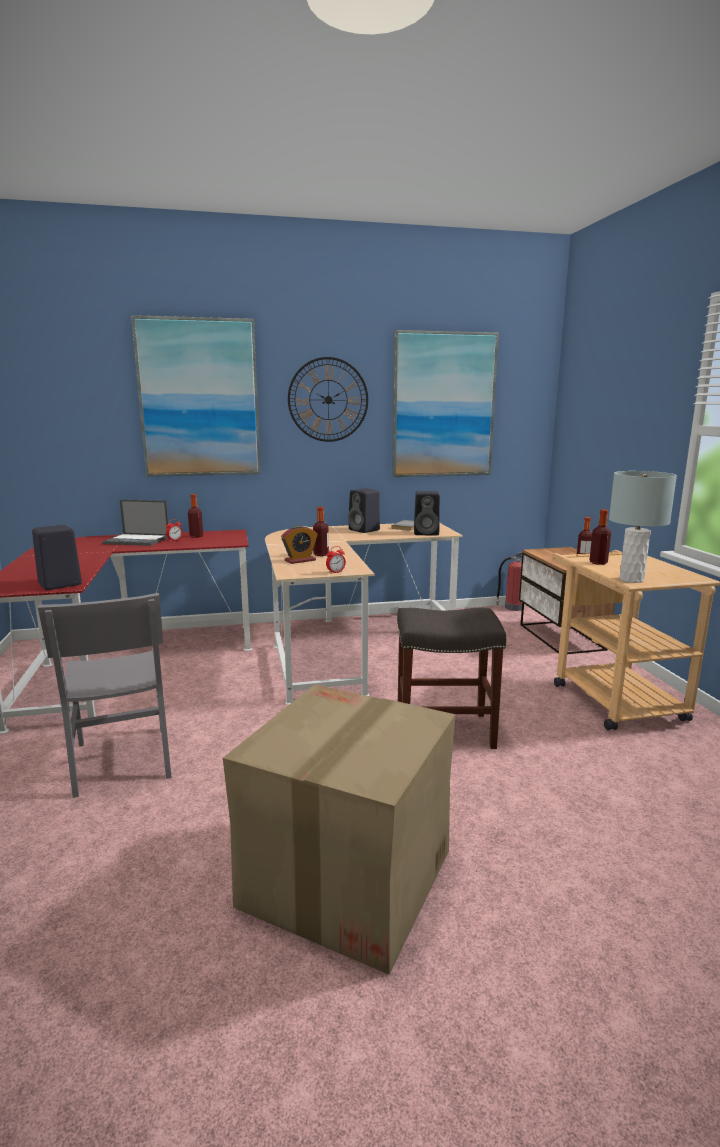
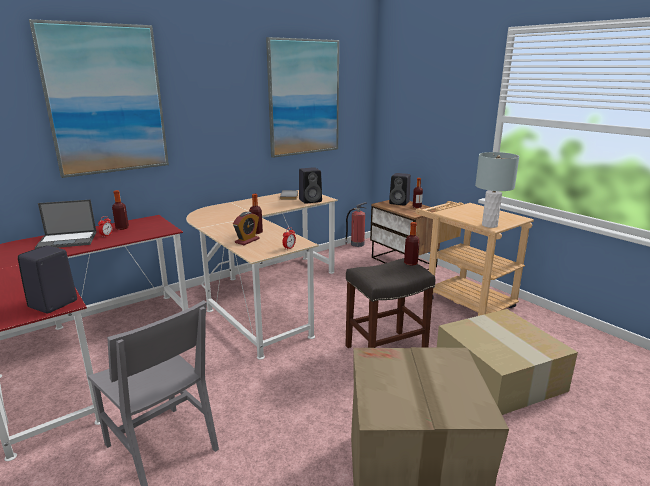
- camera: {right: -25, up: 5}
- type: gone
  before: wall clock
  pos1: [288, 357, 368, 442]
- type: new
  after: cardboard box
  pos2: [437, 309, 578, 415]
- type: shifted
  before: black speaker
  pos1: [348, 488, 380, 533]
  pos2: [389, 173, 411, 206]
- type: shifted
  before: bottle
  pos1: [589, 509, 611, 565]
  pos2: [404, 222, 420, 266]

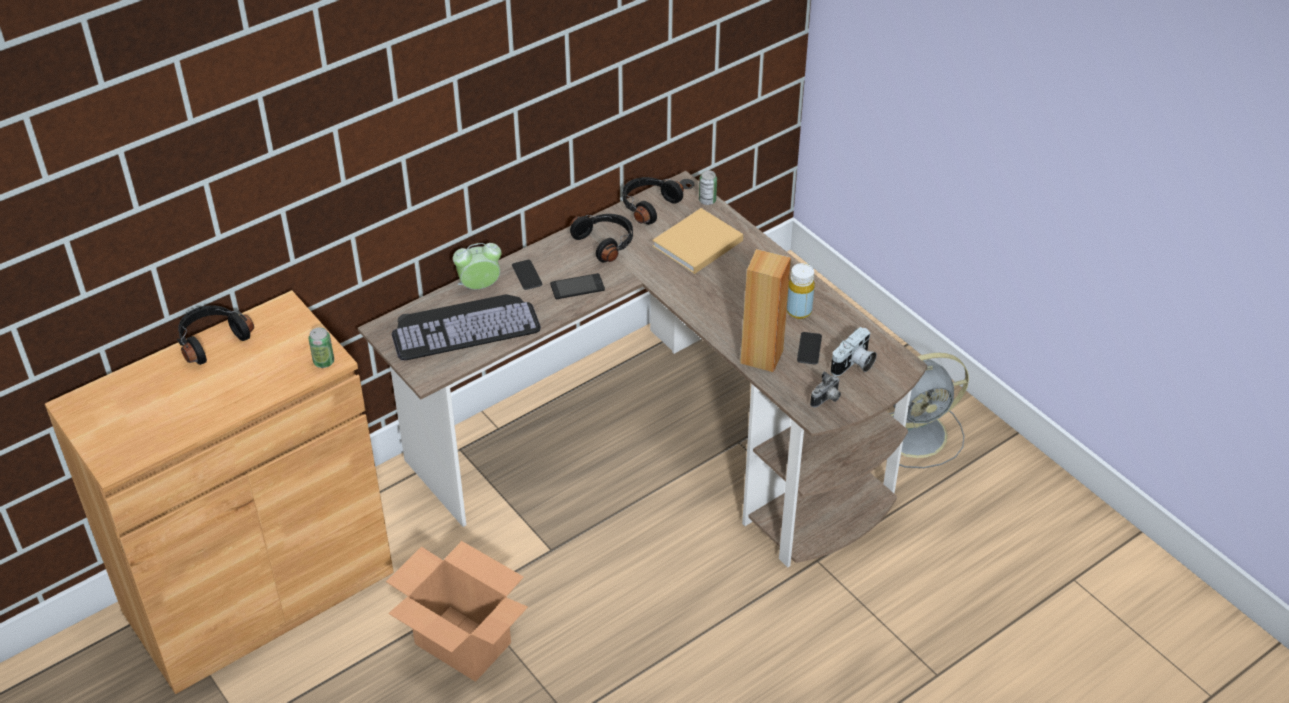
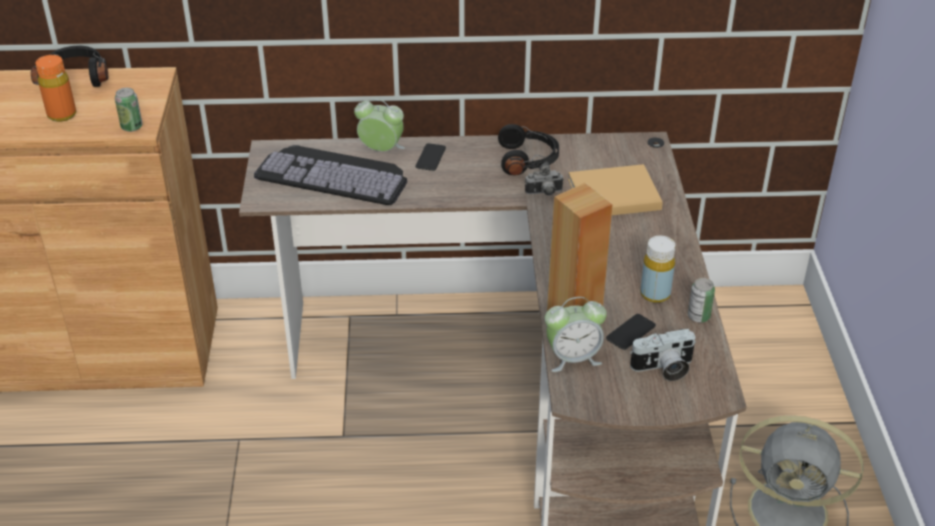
- camera: {right: 35, up: -5}
- type: gone
  before: cardboard box
  pos1: [386, 541, 528, 682]
- type: gone
  before: phone
  pos1: [550, 273, 605, 299]
- type: gone
  before: black headphones
  pos1: [622, 177, 684, 225]
- type: new
  after: orange bottle
  pos2: [36, 55, 76, 122]
- type: new
  after: alarm clock
  pos2: [545, 297, 607, 372]
- type: shifted
  before: can
  pos1: [699, 170, 717, 205]
  pos2: [688, 278, 715, 323]
- type: shifted
  before: photo camera
  pos1: [810, 371, 841, 407]
  pos2: [525, 161, 564, 196]

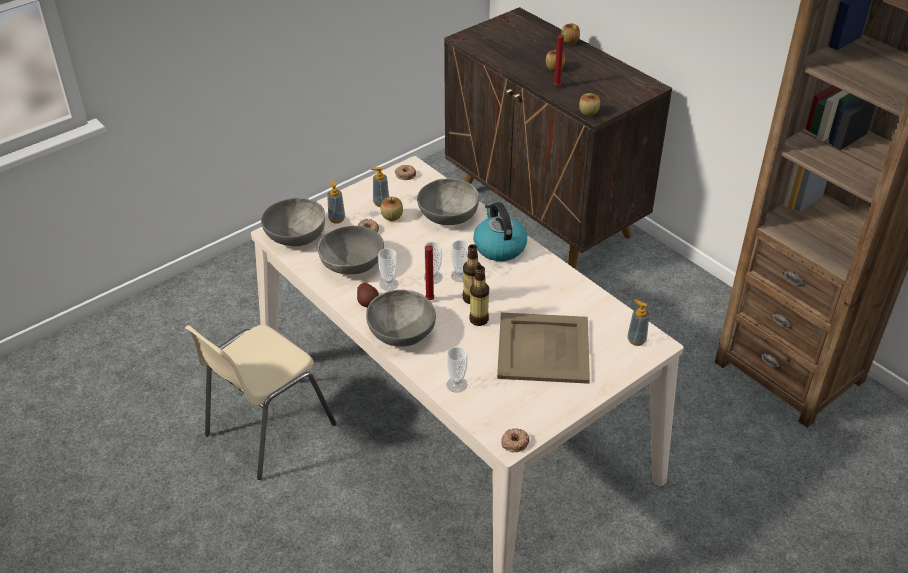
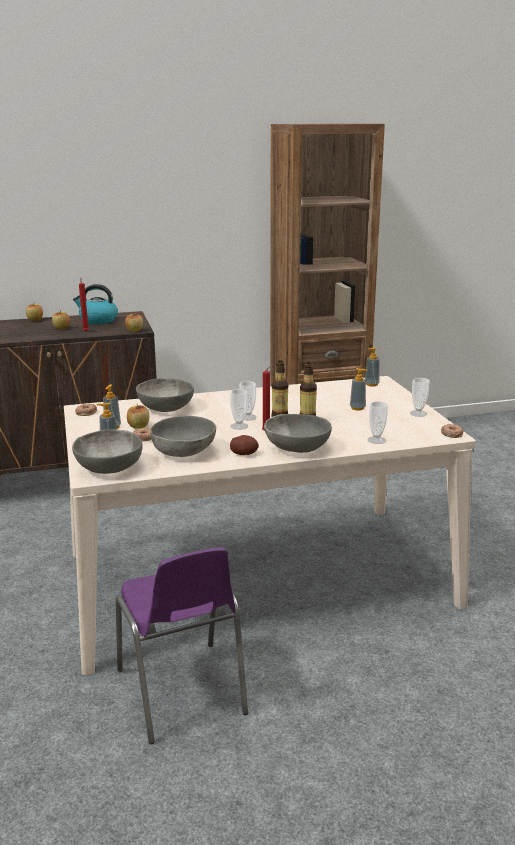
- camera: {right: -65, up: -20}
- type: shifted
  before: cup
  pos1: [378, 248, 398, 291]
  pos2: [410, 378, 429, 417]
- type: shifted
  before: kettle
  pos1: [473, 202, 527, 261]
  pos2: [73, 284, 118, 324]
- type: swapped
  before: beige tray
  after: soap dispenser
  pos1: [497, 312, 590, 384]
  pos2: [350, 368, 367, 411]
- type: repainted
  before: beige chair
  after: purple chair
  pos1: [185, 325, 336, 480]
  pos2: [116, 547, 248, 744]

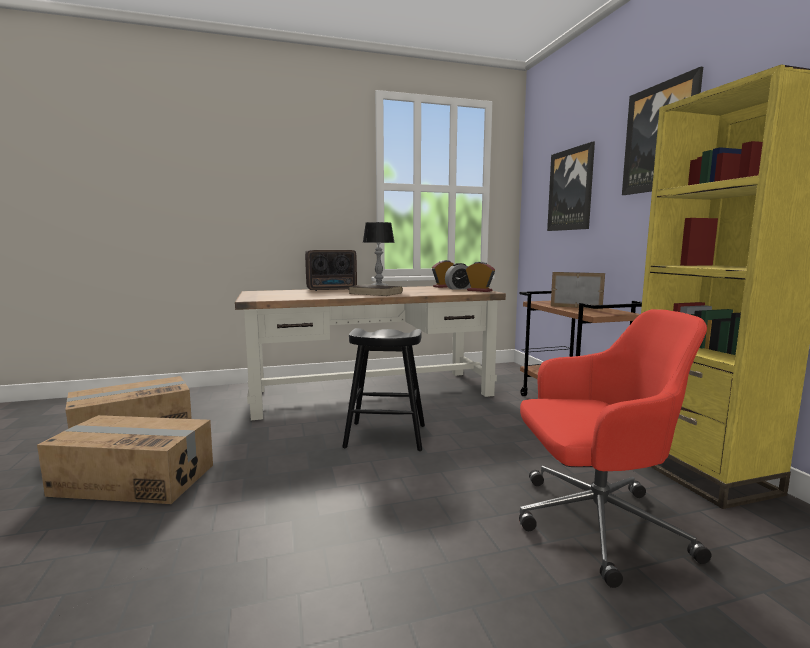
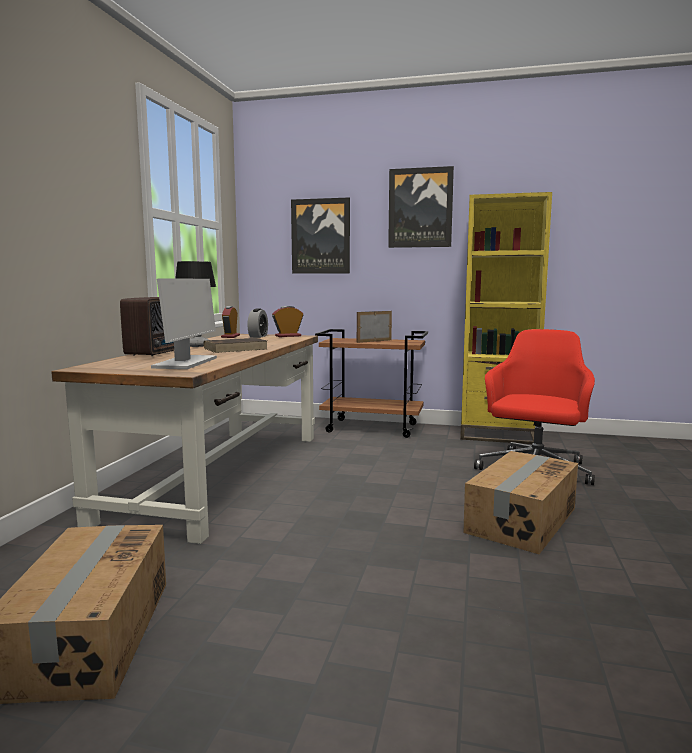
- camera: {right: -60, up: 0}
- type: gone
  before: black stool
  pos1: [342, 328, 425, 451]
- type: new
  after: monitor
  pos2: [151, 278, 217, 369]
- type: shifted
  before: cardboard box
  pos1: [37, 415, 213, 504]
  pos2: [464, 451, 578, 554]

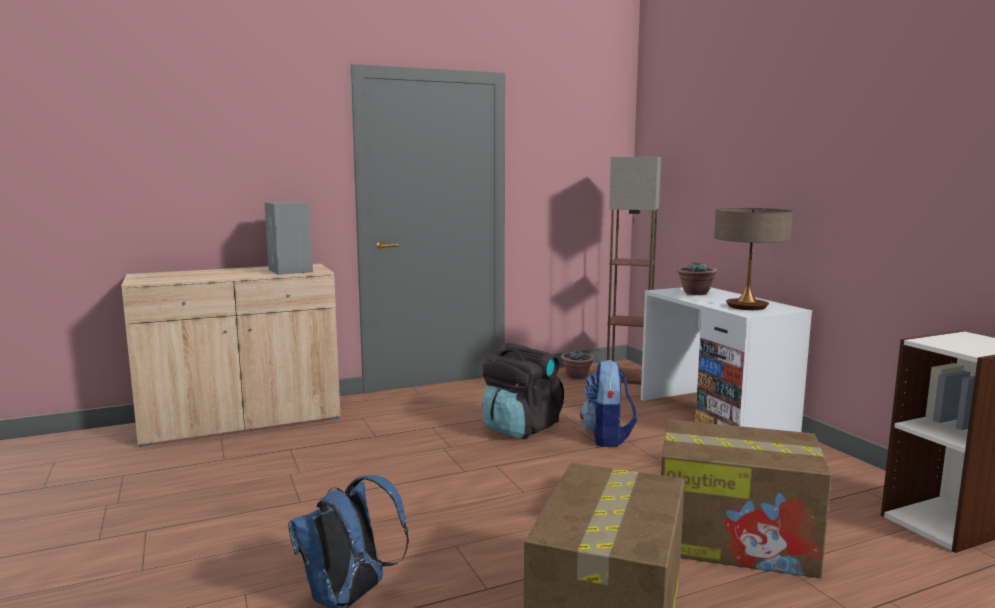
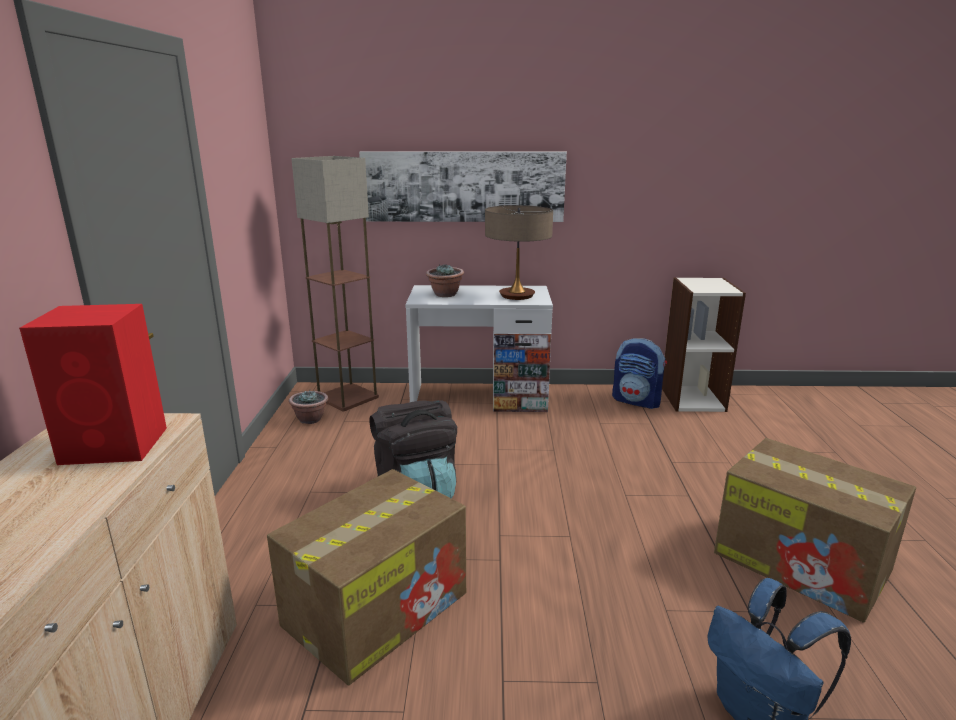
- camera: {right: -65, up: 10}
- type: new
  after: picture
  pos2: [359, 151, 567, 222]
- type: shifted
  before: backpack
  pos1: [580, 360, 637, 447]
  pos2: [612, 338, 667, 409]
- type: shifted
  before: cardboard box
  pos1: [661, 420, 832, 578]
  pos2: [267, 469, 466, 686]
- type: repainted
  before: grey speaker
  after: red speaker
  pos1: [264, 201, 313, 275]
  pos2: [19, 304, 167, 465]

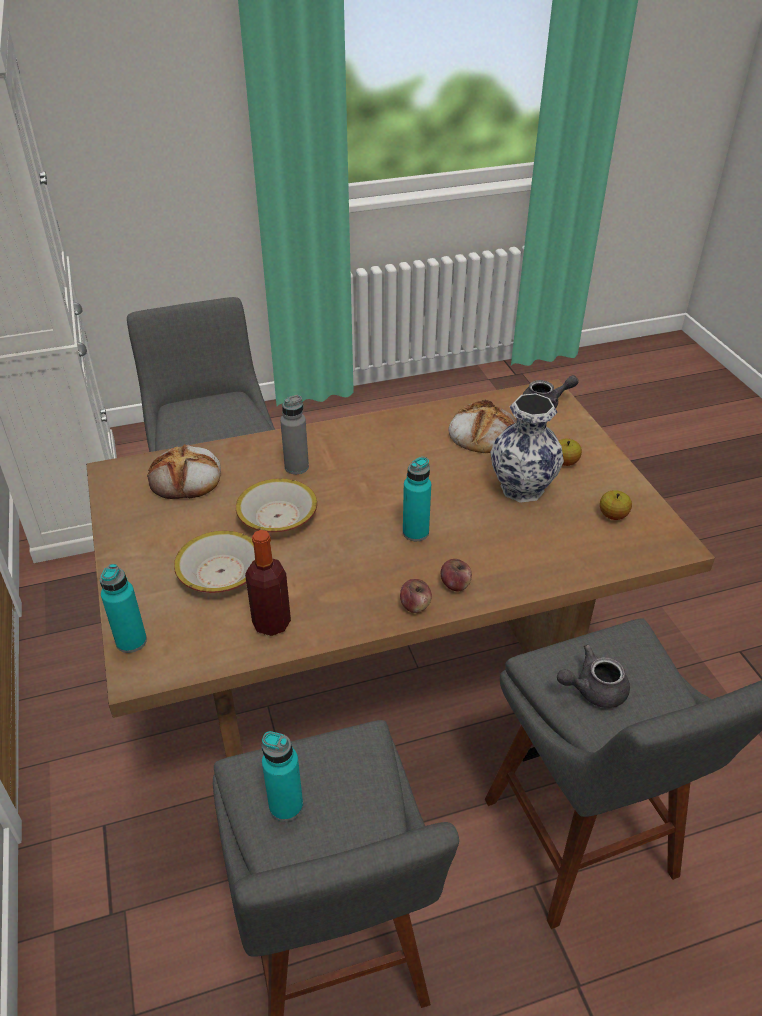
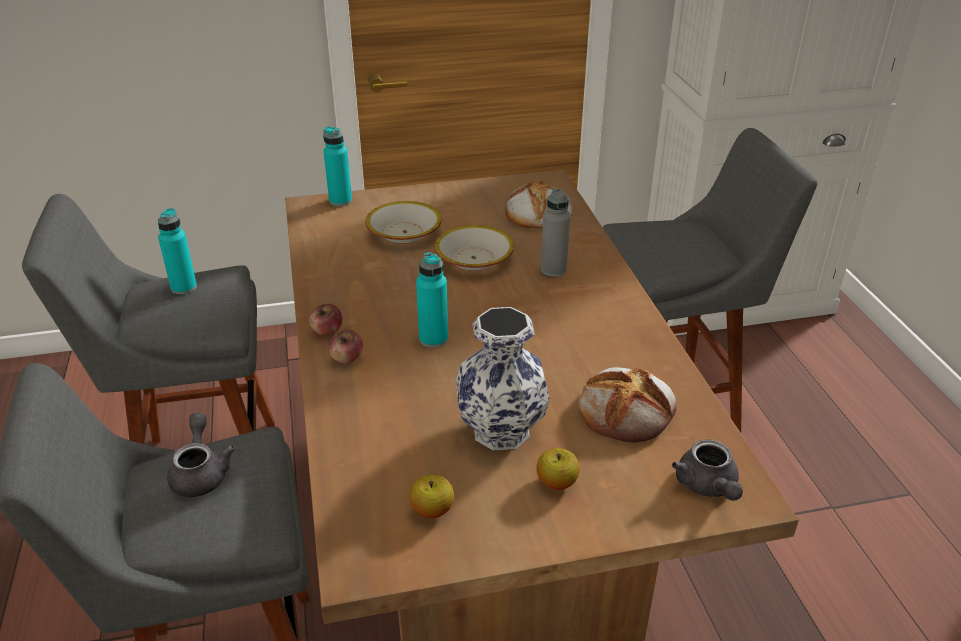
- camera: {right: 95, up: -5}
- type: gone
  before: bottle
  pos1: [245, 530, 291, 636]

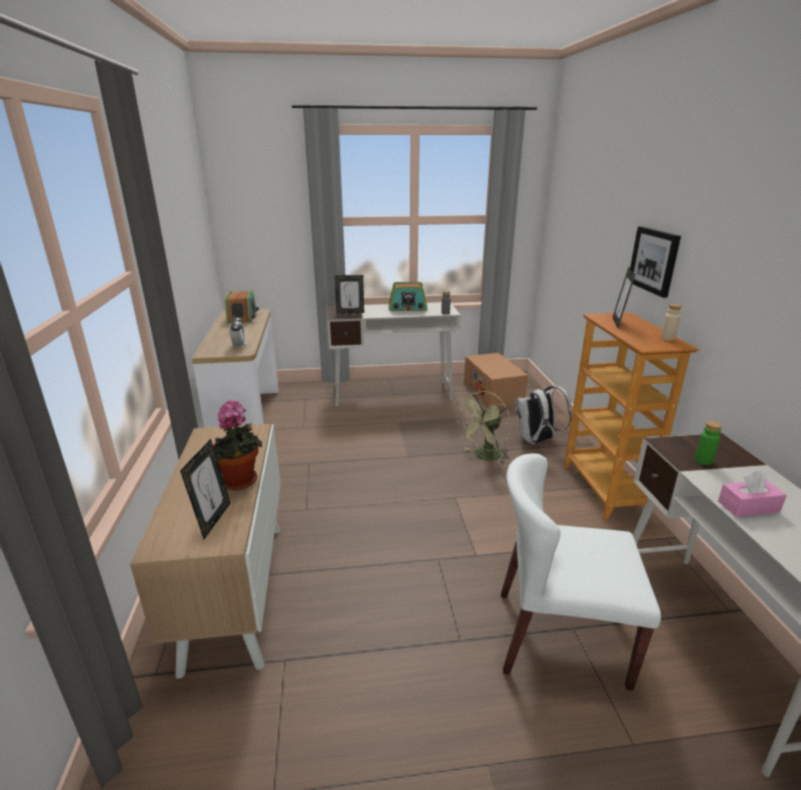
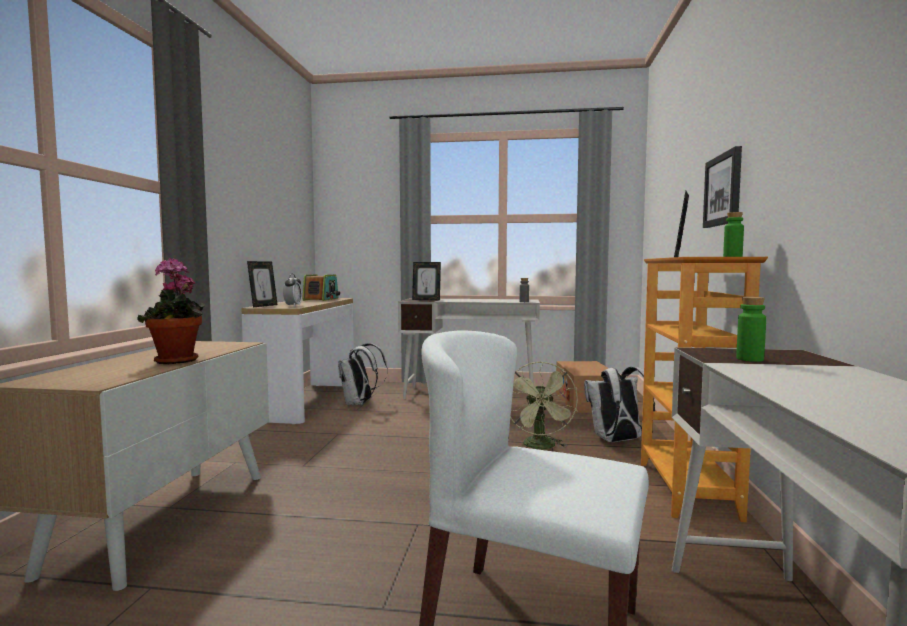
- camera: {right: 15, up: -20}
- type: gone
  before: radio
  pos1: [389, 282, 428, 311]
- type: gone
  before: pink tissue box
  pos1: [718, 470, 787, 517]
- type: new
  after: white backpack
  pos2: [338, 343, 388, 405]
- type: shifted
  before: picture frame
  pos1: [180, 439, 230, 539]
  pos2: [247, 261, 278, 307]
- type: repainted
  before: beige bottle
  after: green bottle
  pos1: [661, 304, 681, 341]
  pos2: [723, 212, 744, 257]
- type: rotated
  before: green fan
  pos1: [456, 391, 511, 463]
  pos2: [510, 361, 578, 449]
  turn: -60

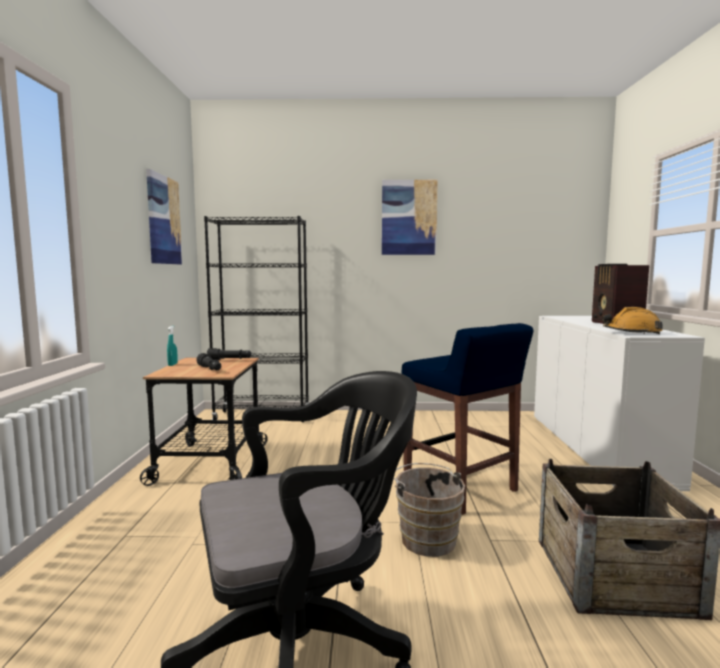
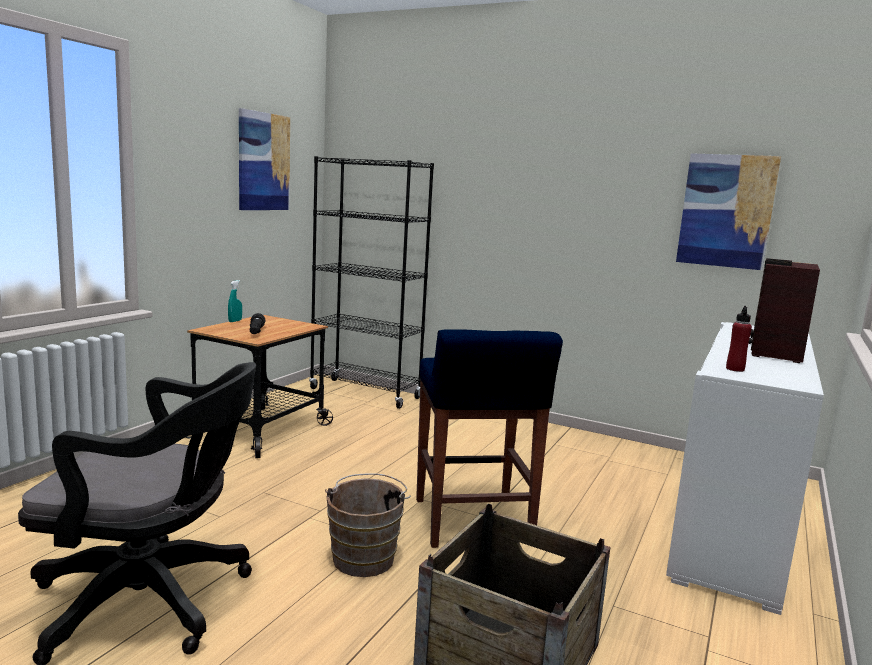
- camera: {right: 25, up: 5}
- type: gone
  before: black flashlight
  pos1: [207, 348, 251, 360]
- type: shifted
  before: picture
  pos1: [382, 180, 438, 255]
  pos2: [676, 153, 781, 270]
- type: swapped
  before: orange hard hat
  after: red bottle
  pos1: [602, 307, 663, 334]
  pos2: [726, 306, 752, 372]

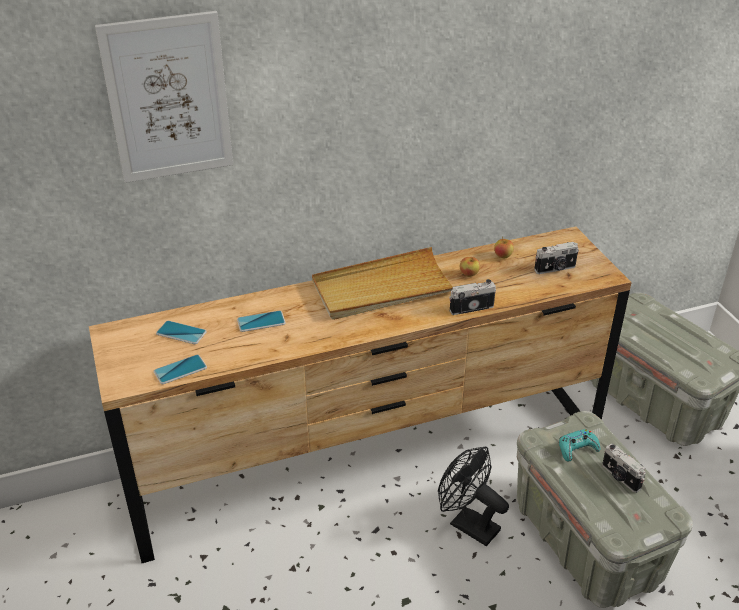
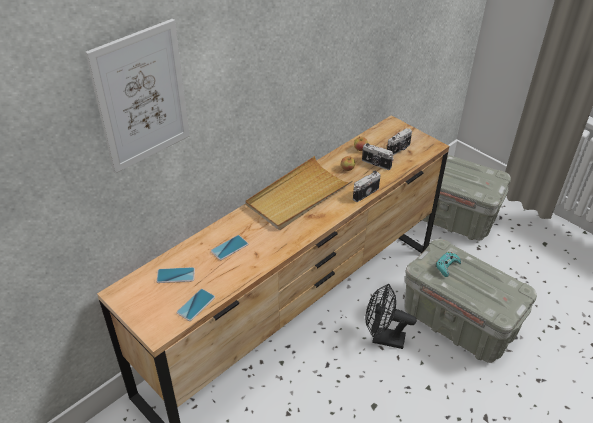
- camera: {right: -25, up: 5}
- type: shifted
  before: photo camera
  pos1: [602, 444, 646, 493]
  pos2: [362, 143, 394, 170]

